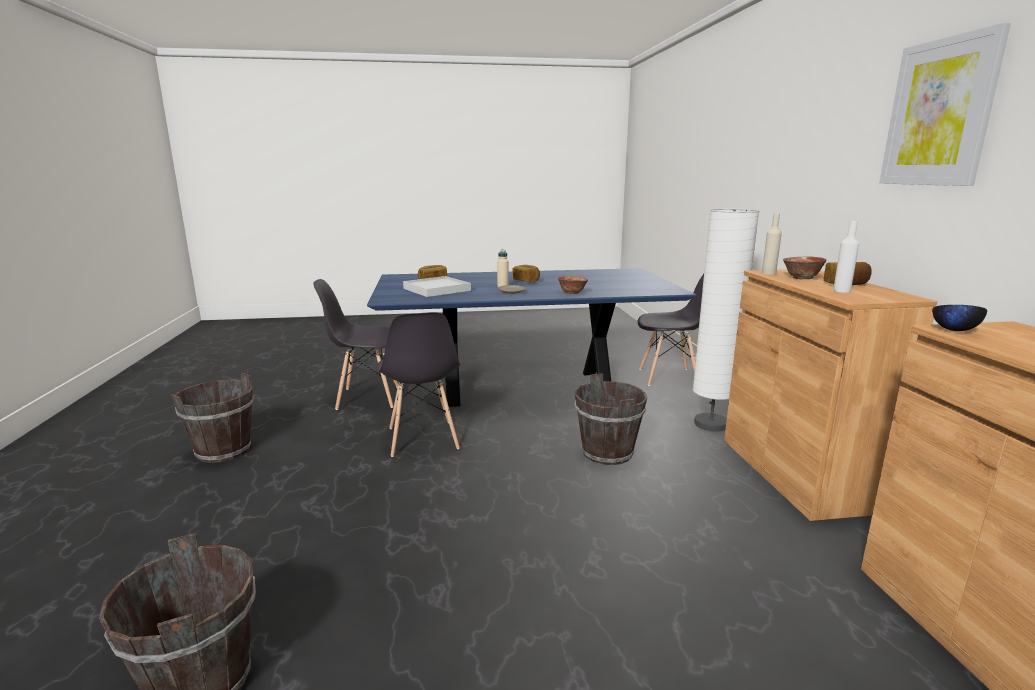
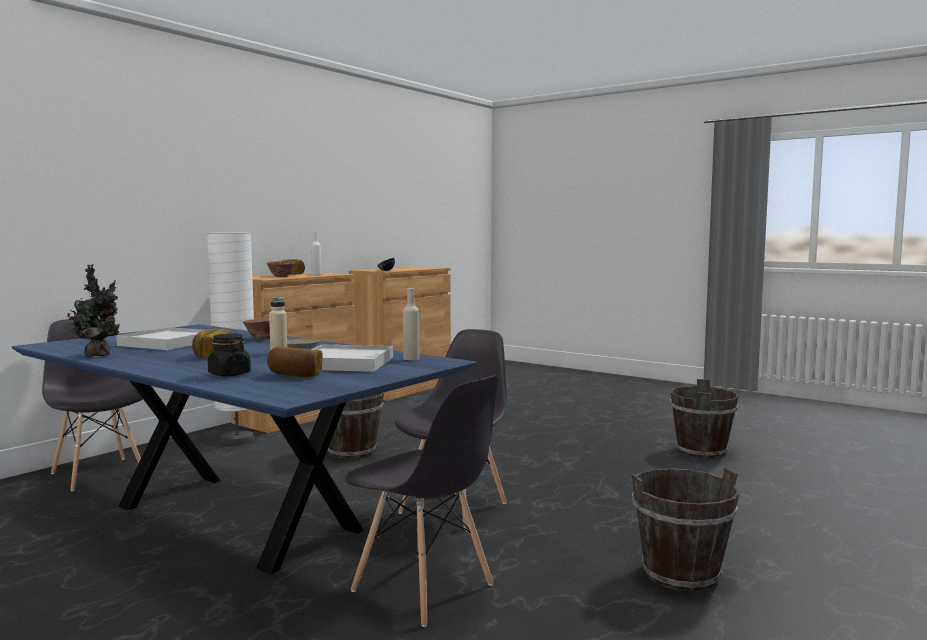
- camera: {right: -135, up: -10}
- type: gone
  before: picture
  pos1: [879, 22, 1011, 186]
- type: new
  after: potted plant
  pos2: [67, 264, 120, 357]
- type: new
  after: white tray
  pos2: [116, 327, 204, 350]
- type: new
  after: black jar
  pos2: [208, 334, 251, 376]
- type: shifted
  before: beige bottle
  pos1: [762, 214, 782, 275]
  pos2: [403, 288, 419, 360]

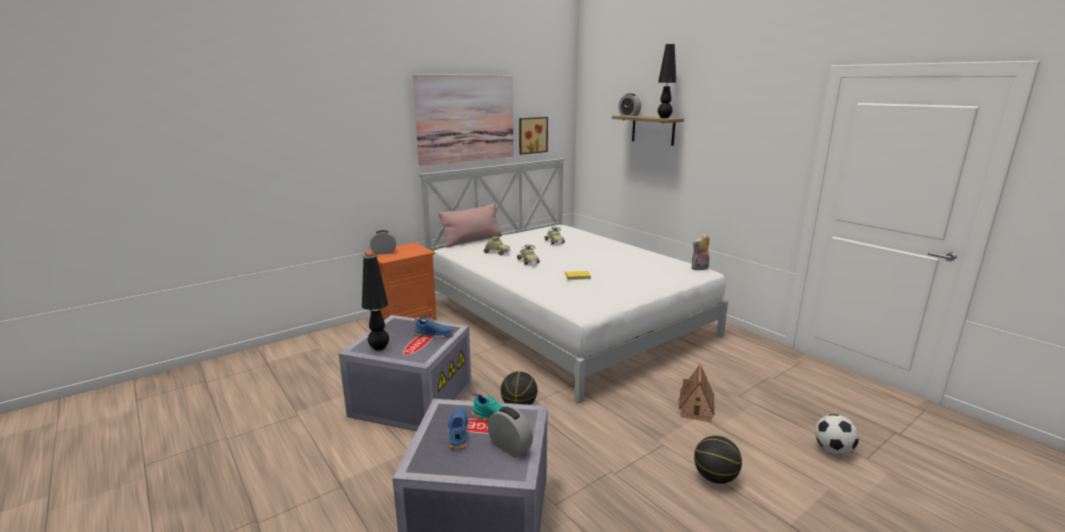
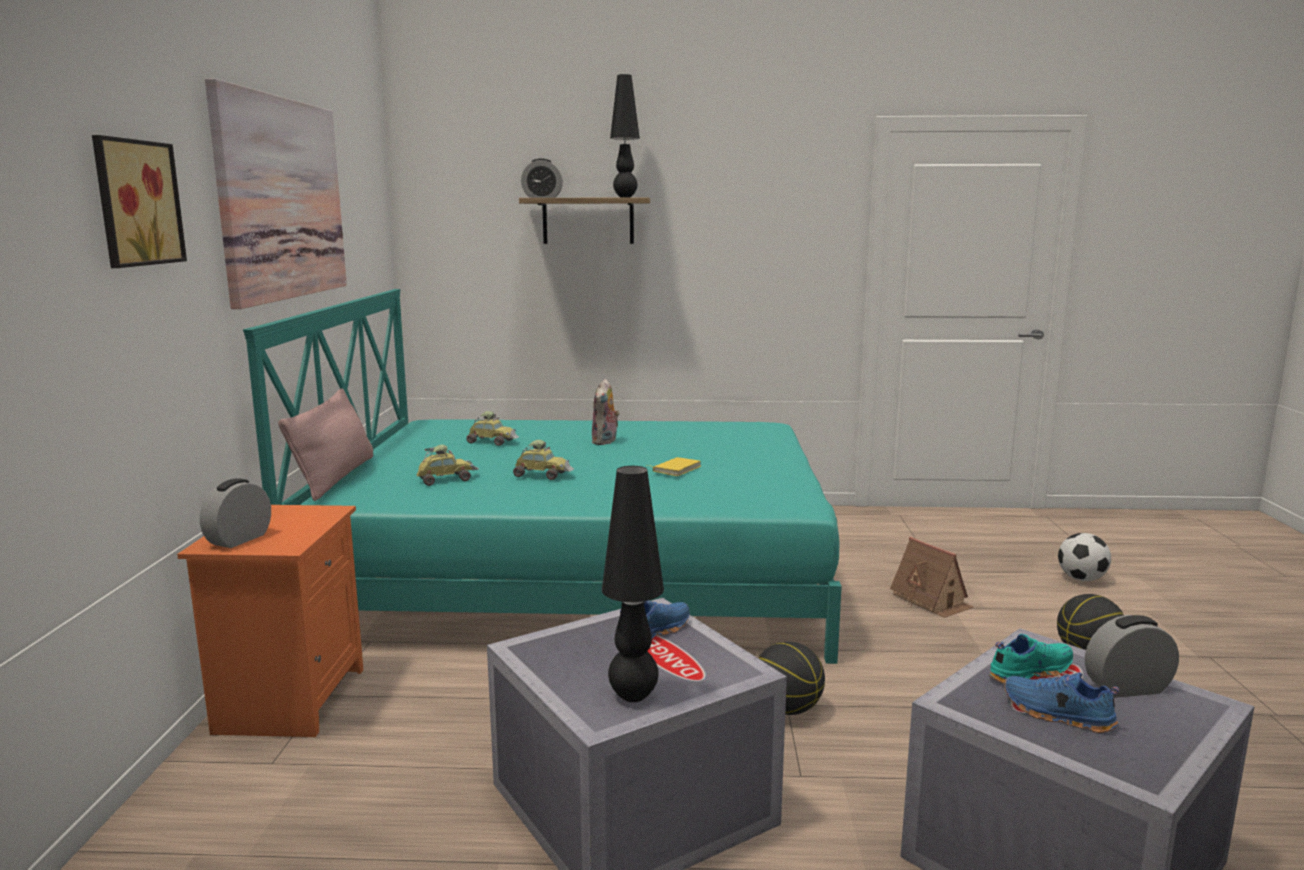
- camera: {right: -50, up: -5}
- type: shifted
  before: picture
  pos1: [519, 117, 548, 155]
  pos2: [92, 135, 187, 268]
- type: shifted
  before: plush toy
  pos1: [691, 233, 709, 271]
  pos2: [592, 379, 620, 445]
- type: repainted
  before: white bed
  after: turquoise bed
  pos1: [419, 158, 728, 404]
  pos2: [243, 289, 842, 664]

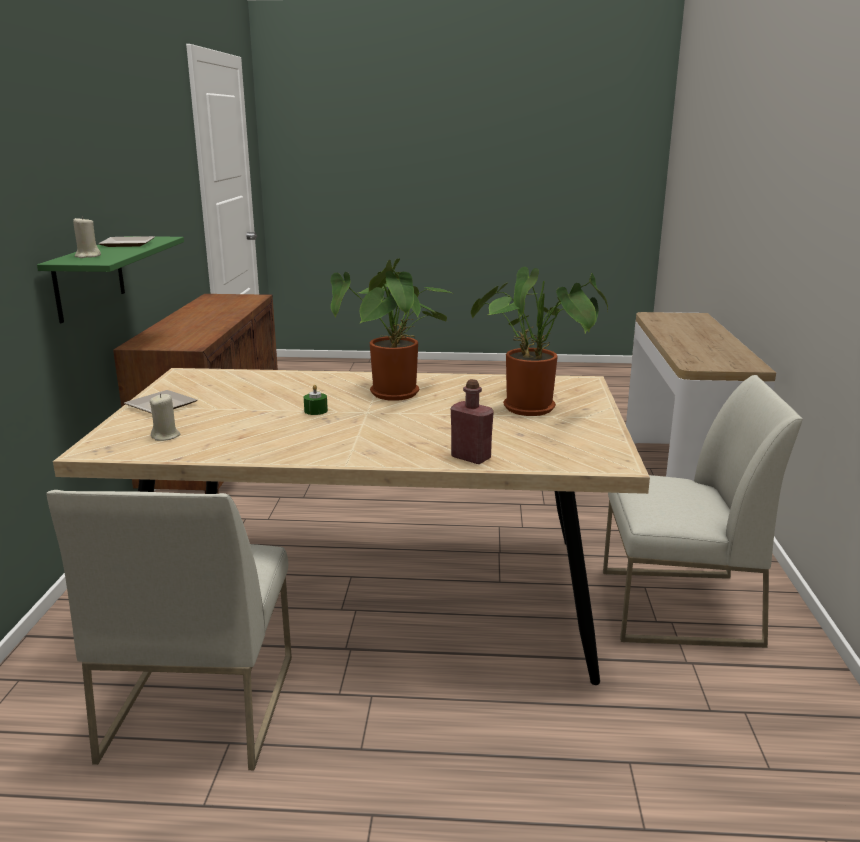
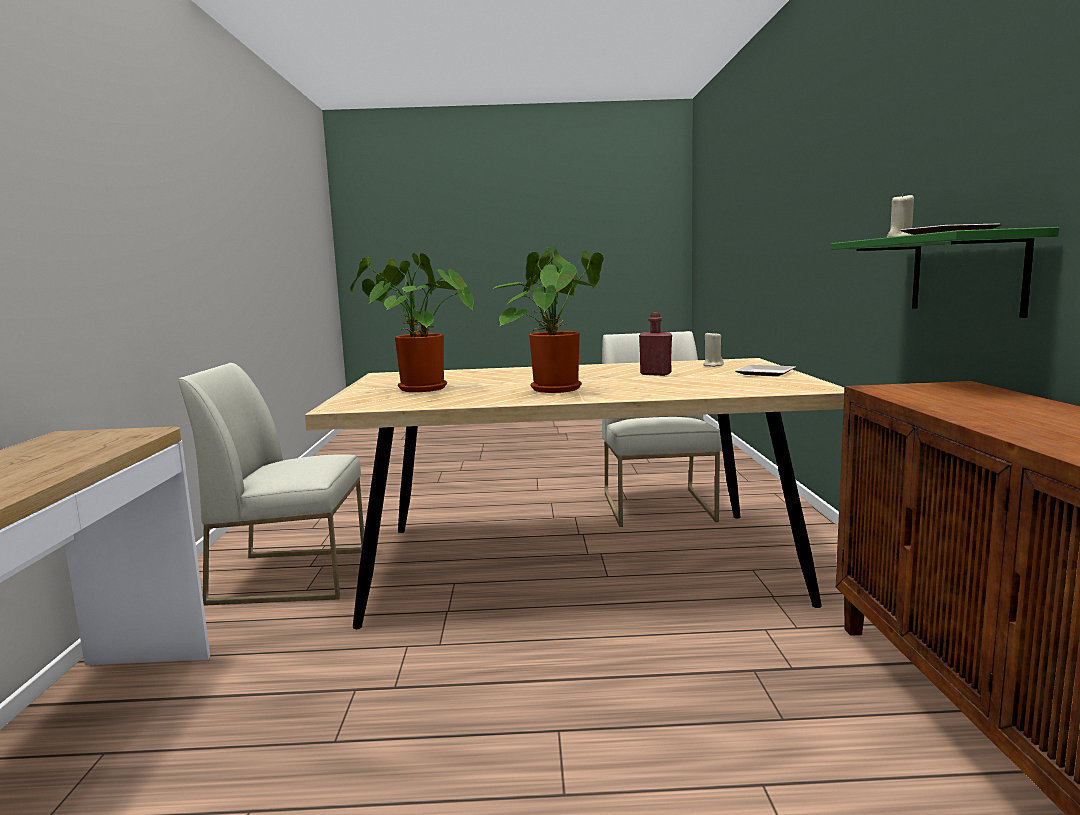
- camera: {right: 175, up: -10}
- type: gone
  before: green candle
  pos1: [304, 385, 328, 415]
- type: shifted
  before: red bottle
  pos1: [451, 379, 494, 464]
  pos2: [639, 312, 672, 376]

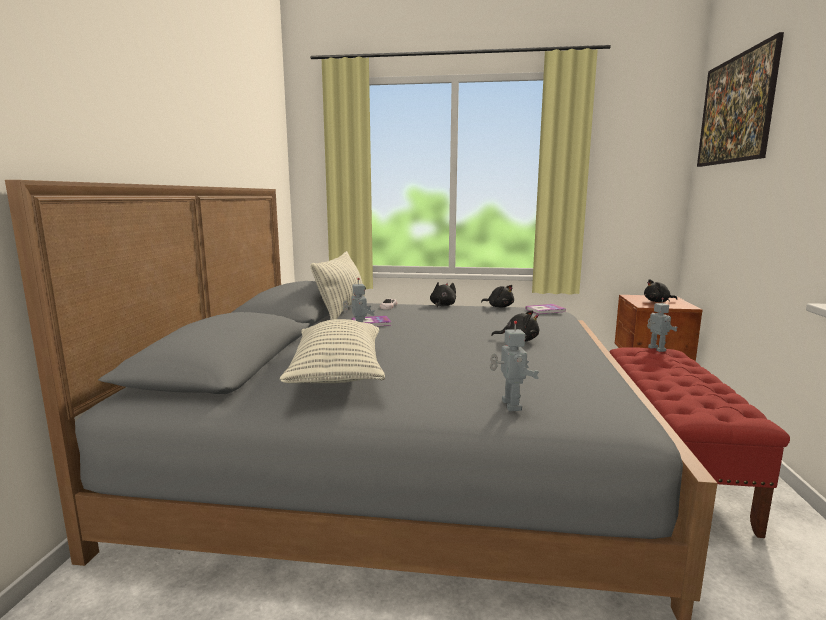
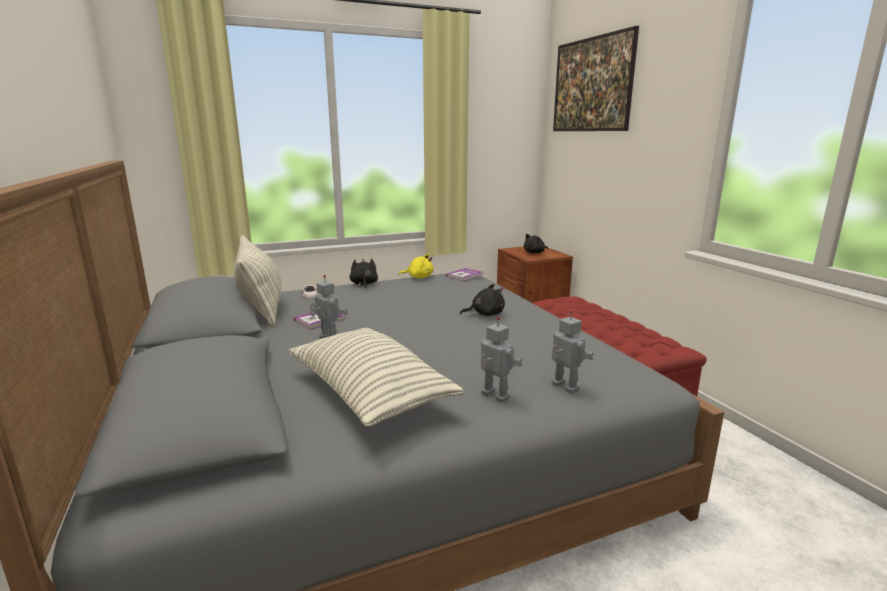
- camera: {right: -30, up: 5}
- type: shifted
  before: toy robot
  pos1: [647, 298, 678, 352]
  pos2: [481, 317, 523, 403]
- type: repainted
  before: black plush toy
  after: yellow plush toy
  pos1: [481, 285, 514, 308]
  pos2: [398, 254, 434, 278]

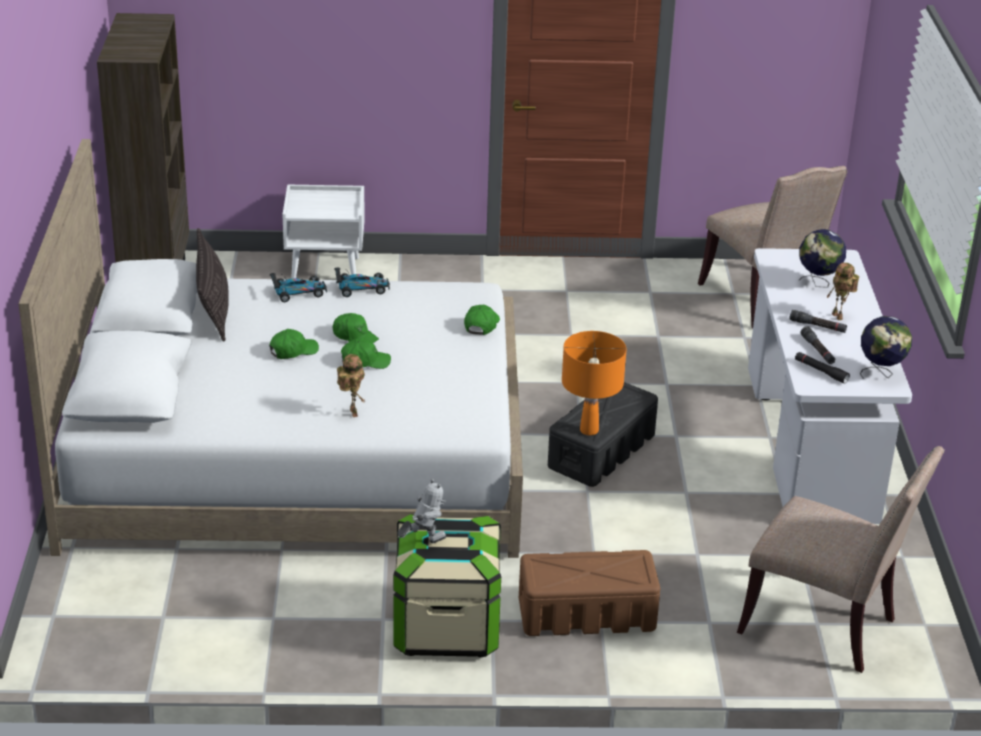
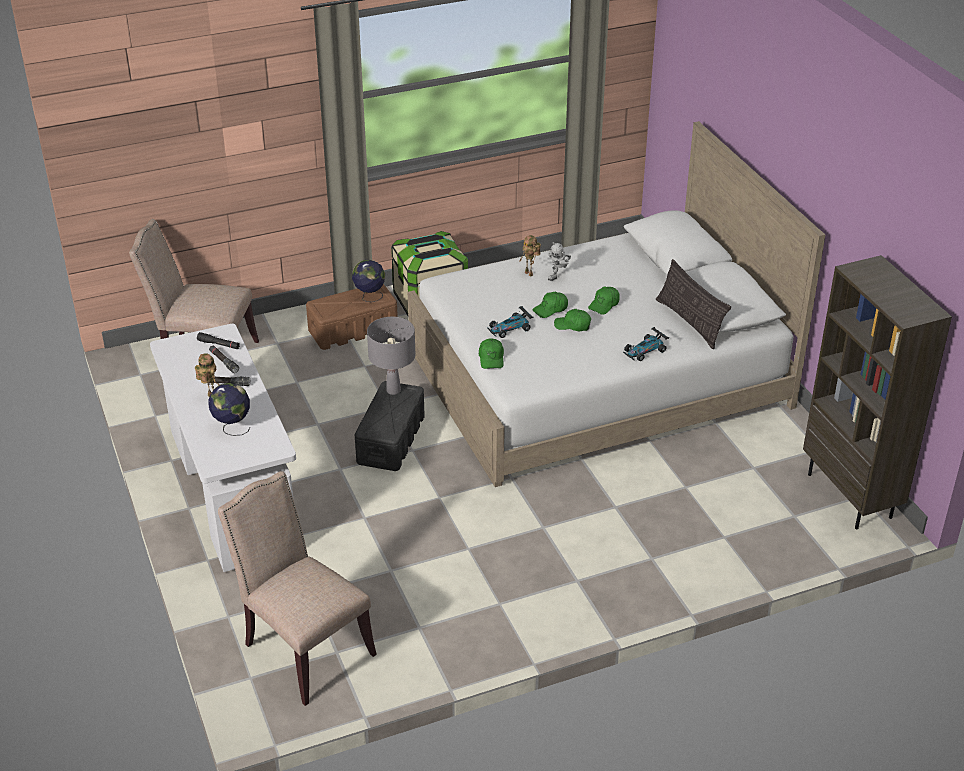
- camera: {right: 160, up: 5}
- type: gone
  before: white nightstand
  pos1: [282, 185, 365, 279]
- type: shifted
  before: toy car
  pos1: [334, 267, 390, 297]
  pos2: [487, 306, 533, 338]
- type: shifted
  before: toy robot
  pos1: [397, 478, 446, 543]
  pos2: [548, 242, 571, 281]
- type: shifted
  before: globe
  pos1: [860, 316, 912, 379]
  pos2: [352, 260, 385, 302]
- type: repainted
  before: orange table lamp
  after: grey table lamp
  pos1: [562, 331, 627, 435]
  pos2: [367, 317, 416, 395]

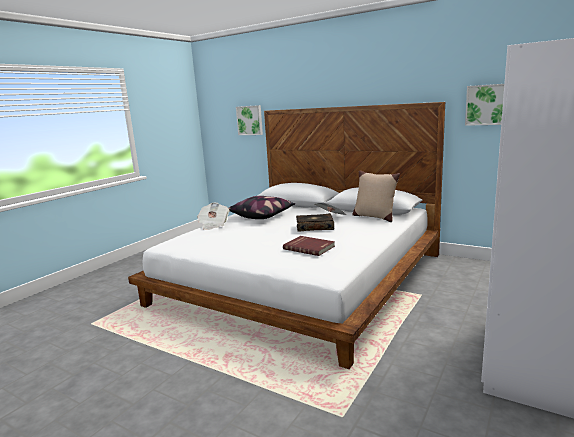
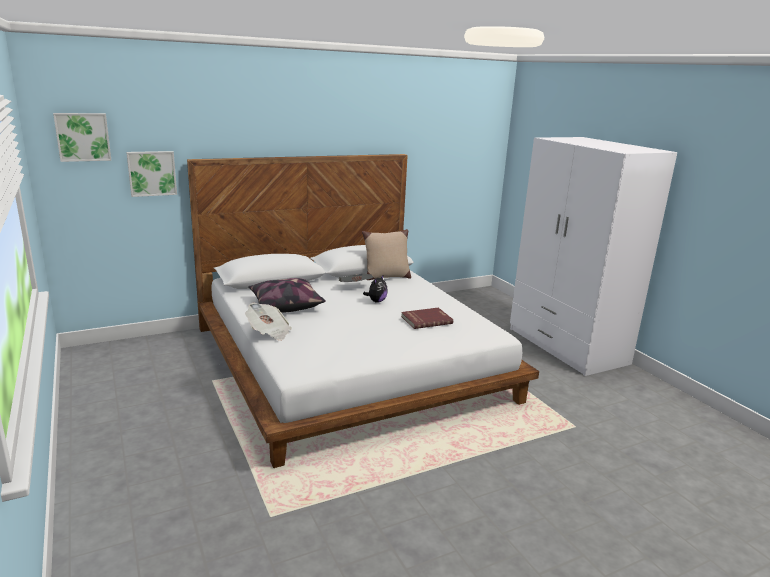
- camera: {right: -60, up: 5}
- type: shifted
  before: picture
  pos1: [465, 84, 504, 126]
  pos2: [53, 113, 111, 162]
- type: swapped
  before: book
  after: plush toy
  pos1: [296, 213, 334, 232]
  pos2: [363, 274, 388, 303]

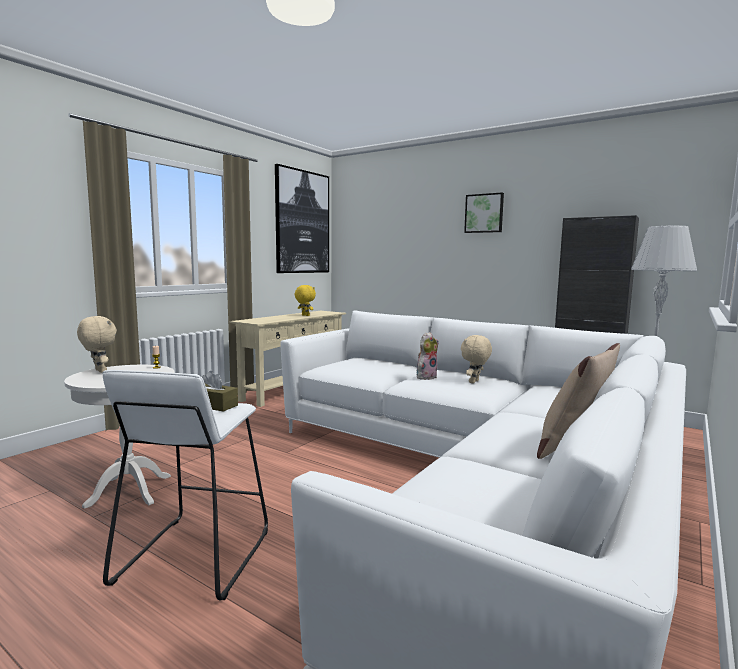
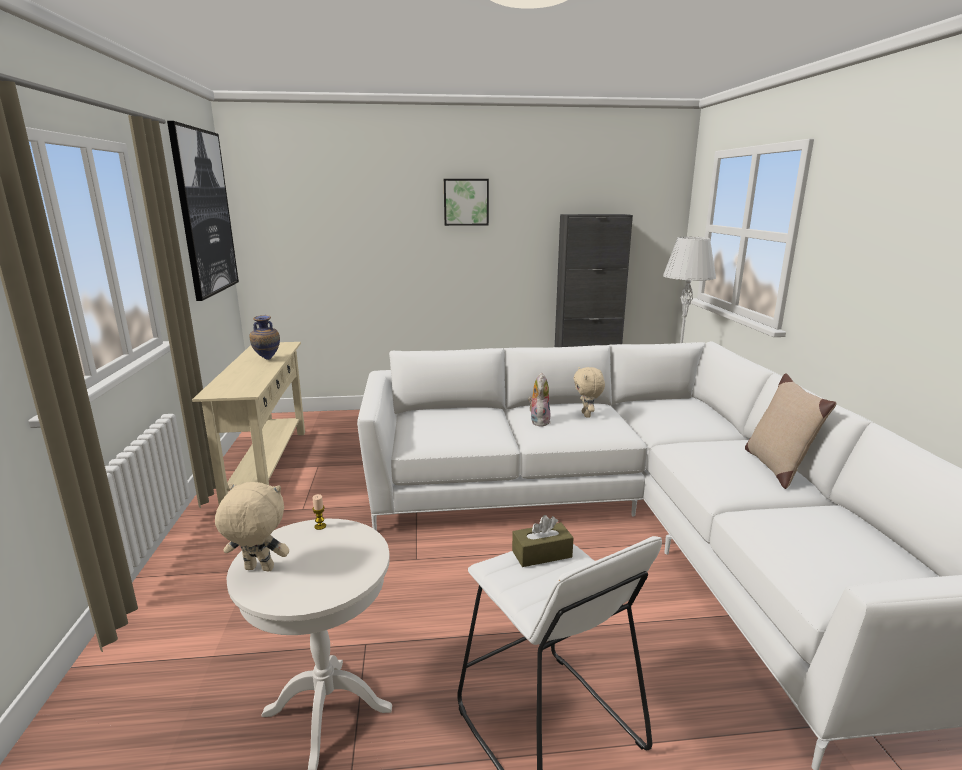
- camera: {right: -40, up: 10}
- type: swapped
  before: yellow plush toy
  after: vase
  pos1: [295, 285, 316, 316]
  pos2: [249, 315, 280, 360]

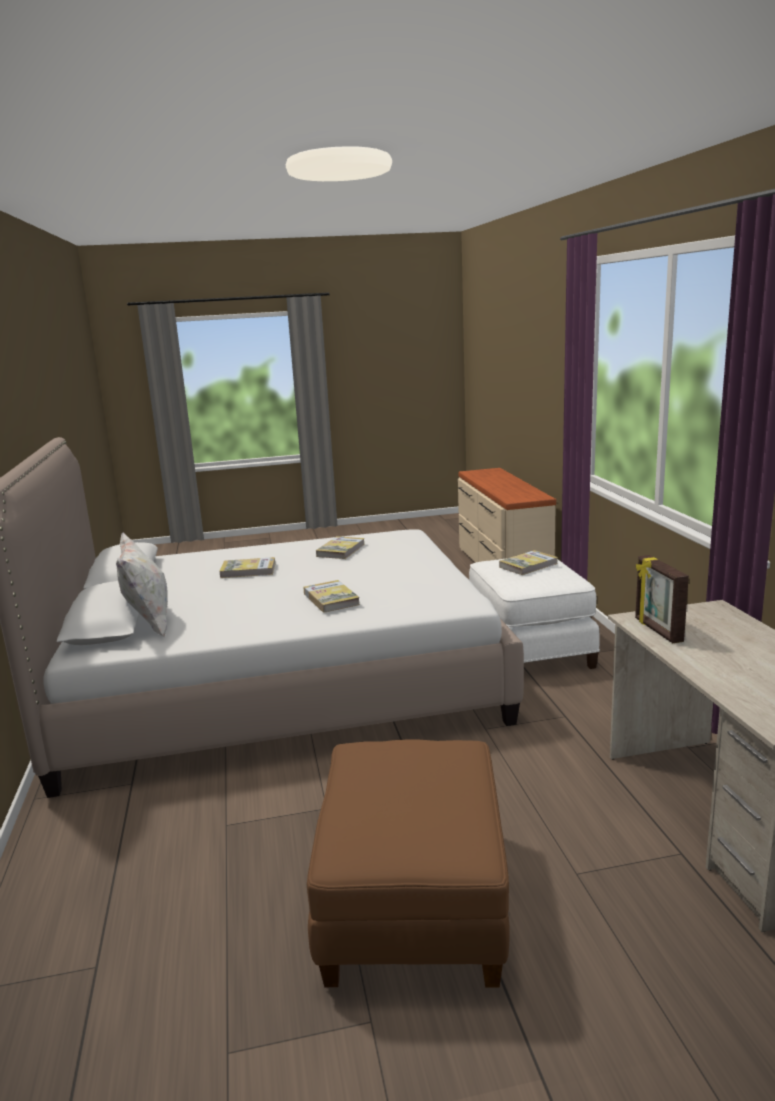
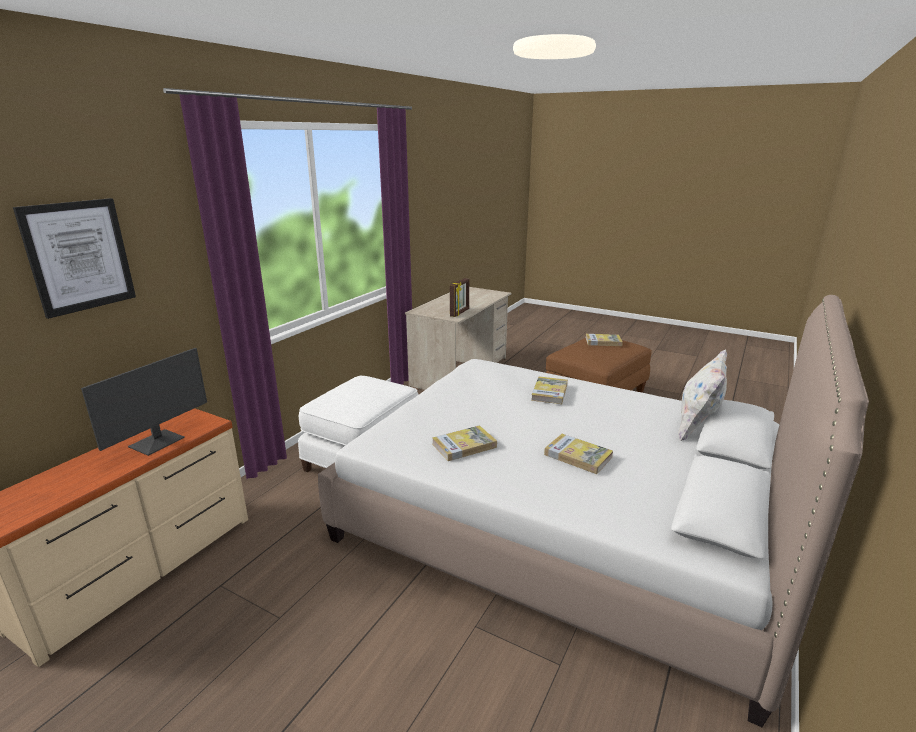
- camera: {right: -140, up: 5}
- type: new
  after: picture
  pos2: [13, 198, 136, 319]
- type: new
  after: monitor
  pos2: [81, 348, 207, 456]
- type: shifted
  before: book
  pos1: [499, 550, 558, 575]
  pos2: [586, 334, 623, 346]

